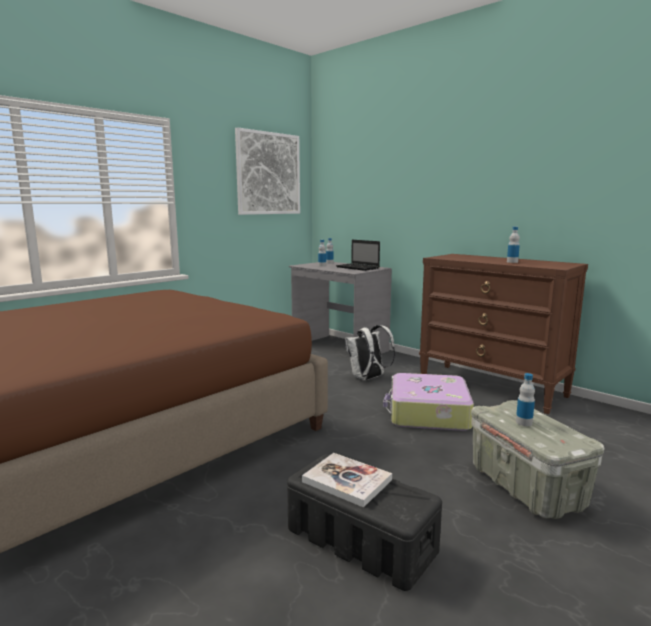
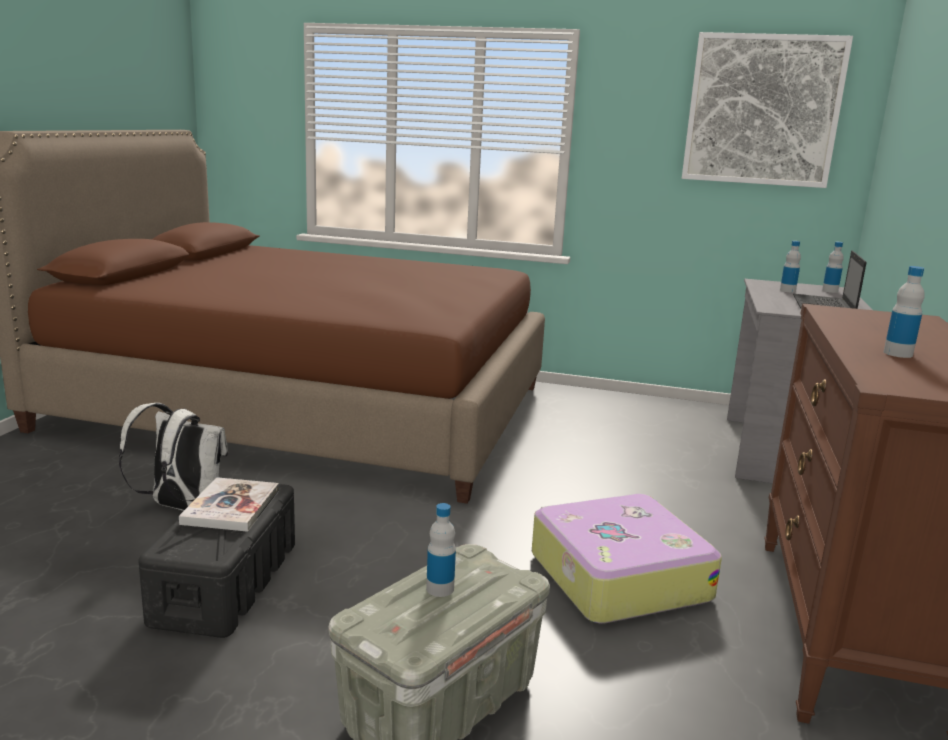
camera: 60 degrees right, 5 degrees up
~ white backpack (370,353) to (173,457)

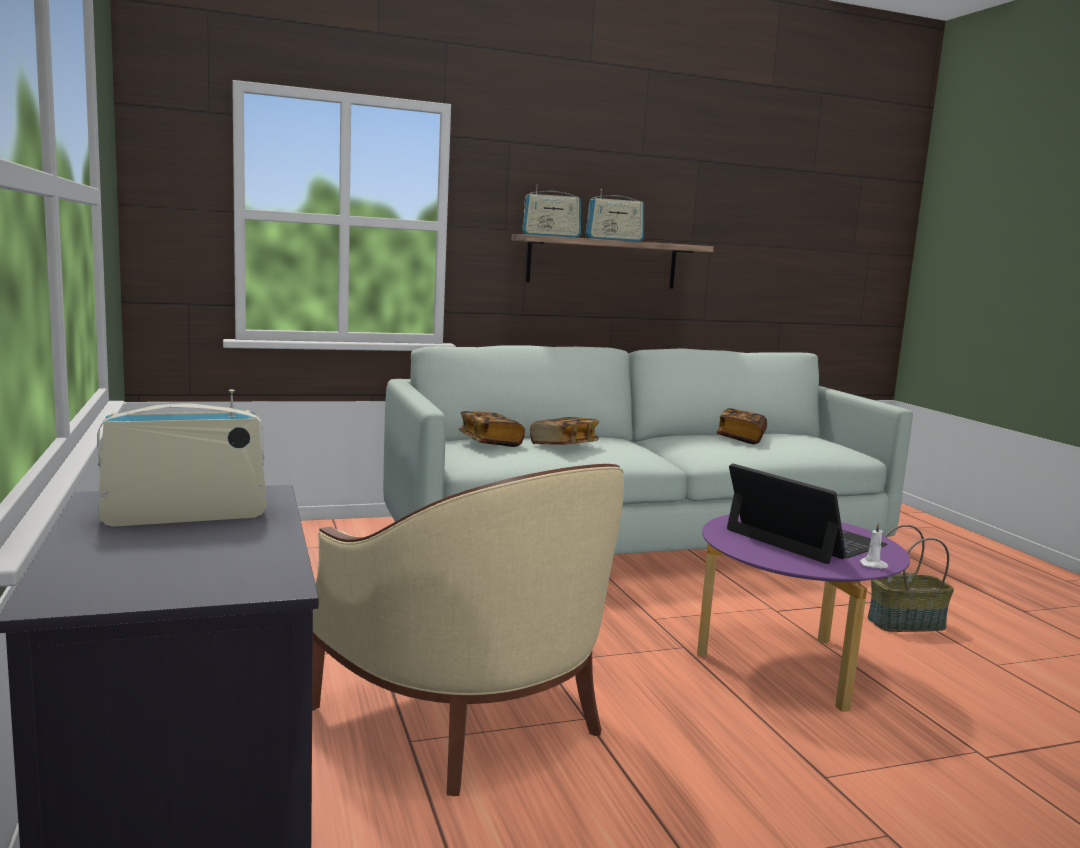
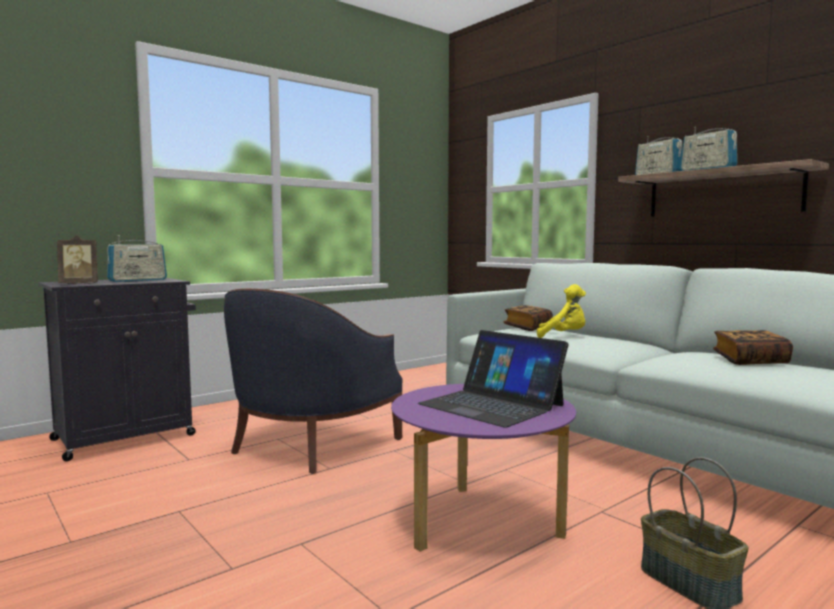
camera: 70 degrees right, 5 degrees down
- white candle (873,545)
+ picture frame (77,259)
~ book (564,431) to yellow plush toy (561,311)
~ beige armchair (468,630) to blue armchair (313,381)
~ radio (182,458) = (137,258) 90 degrees clockwise
~ laptop (807,513) = (493,379) 105 degrees clockwise

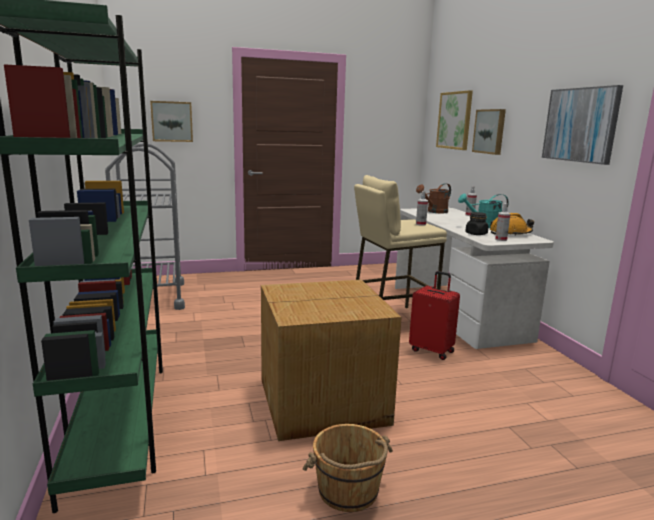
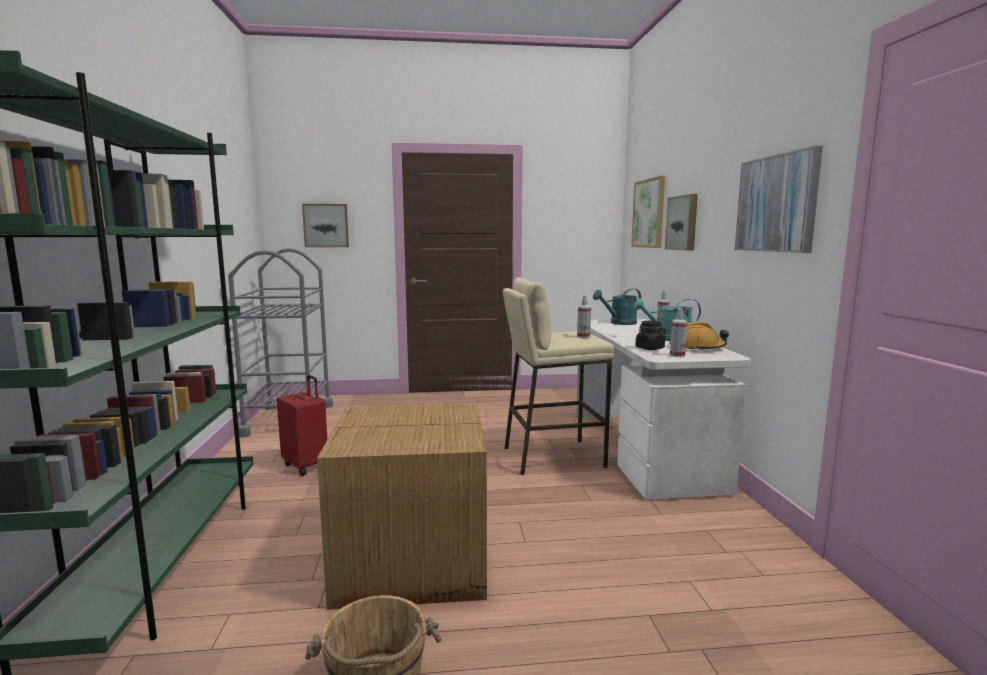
camera: 10 degrees right, 5 degrees down
~ red suitcase (434,315) to (302,425)
~ brown watering can (433,198) to turquoise watering can (617,307)

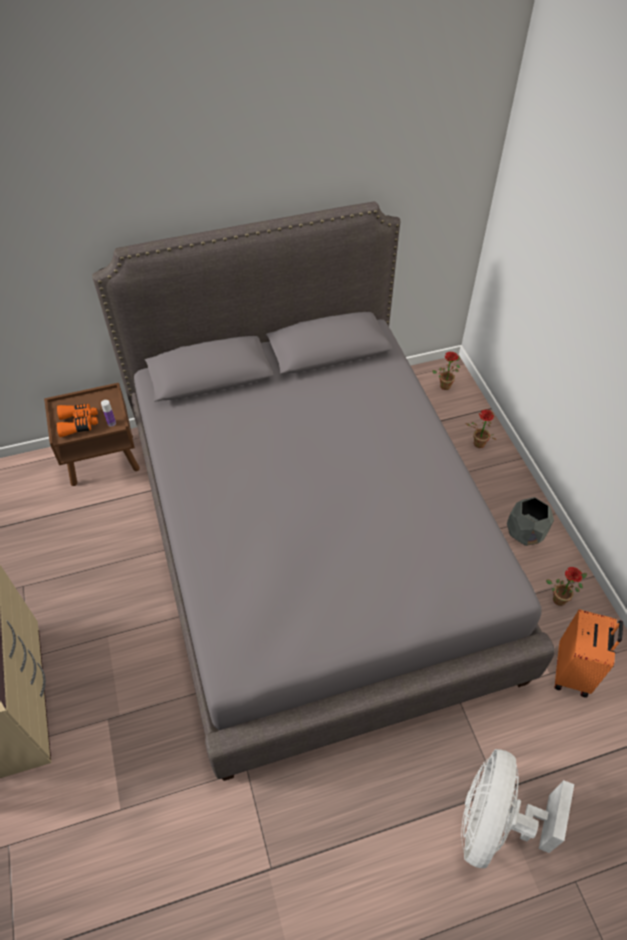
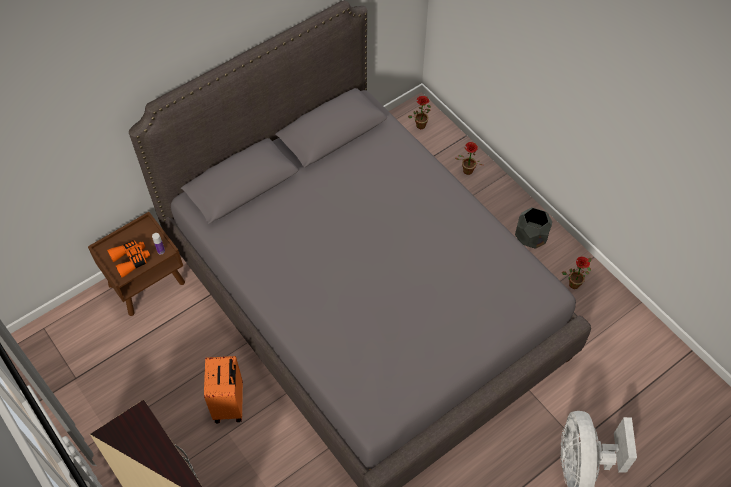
camera: 20 degrees left, 5 degrees up
~ orange suitcase (588,653) to (223,389)

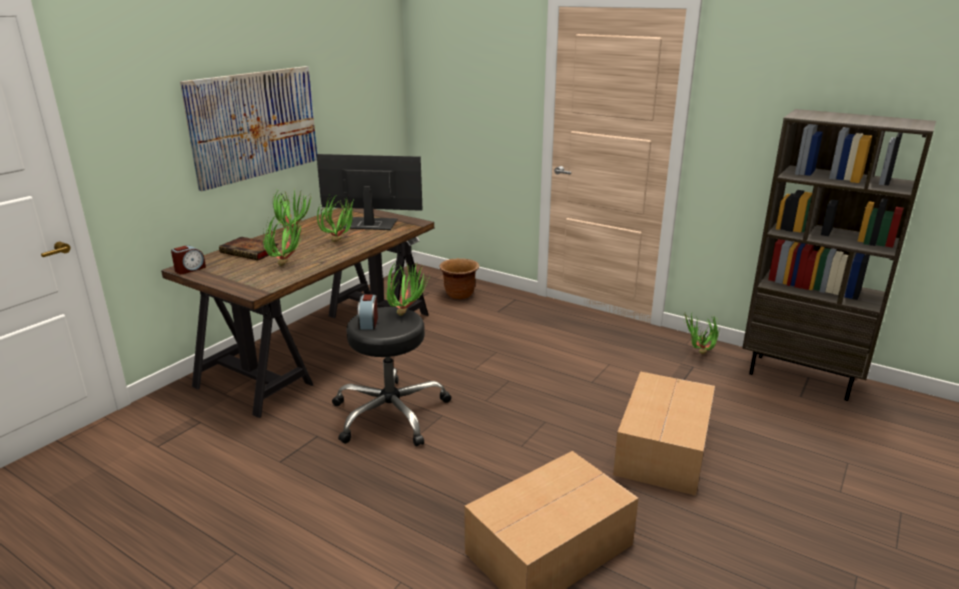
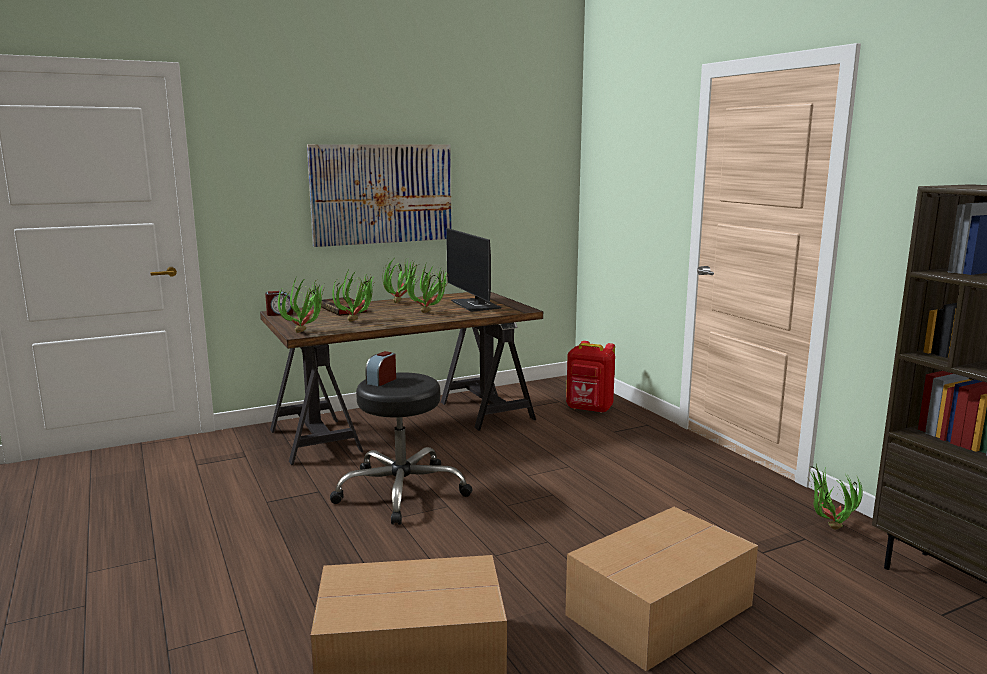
camera: 30 degrees right, 10 degrees down
~ potted plant (407,289) to (301,305)
~ brown planter (459,279) to red backpack (590,377)
~ monitor (370,192) = (474,270) 150 degrees counterclockwise

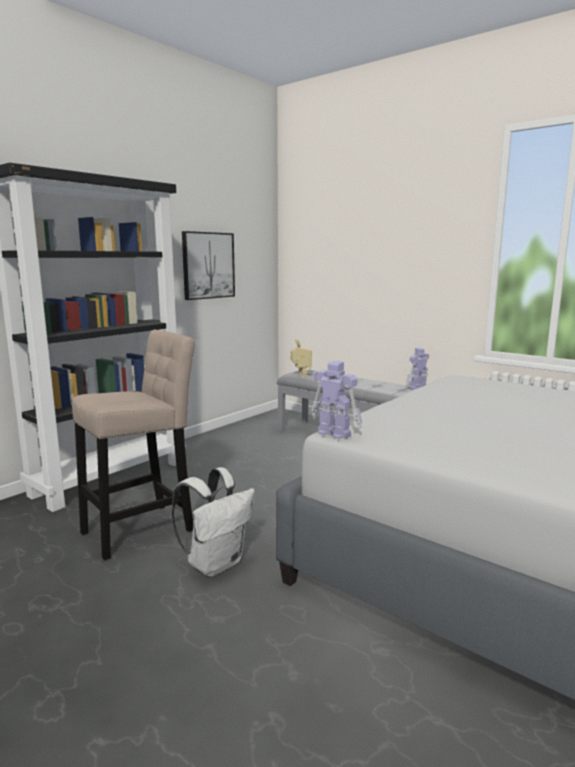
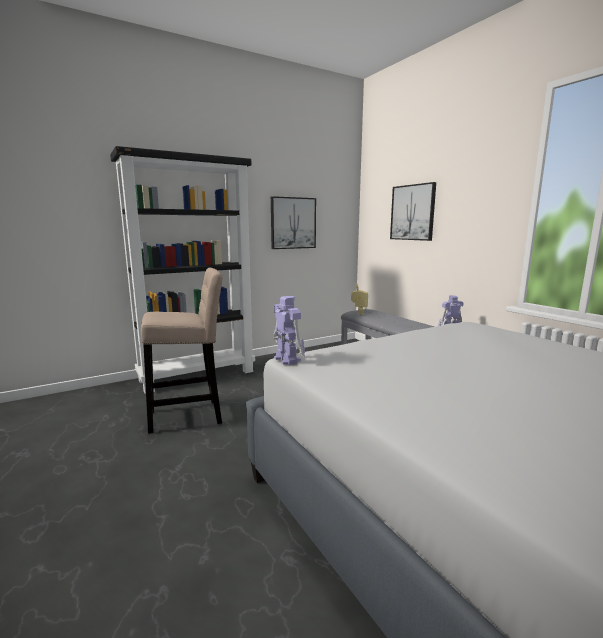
camera: 20 degrees right, 0 degrees up
- white backpack (213,521)
+ picture (413,211)

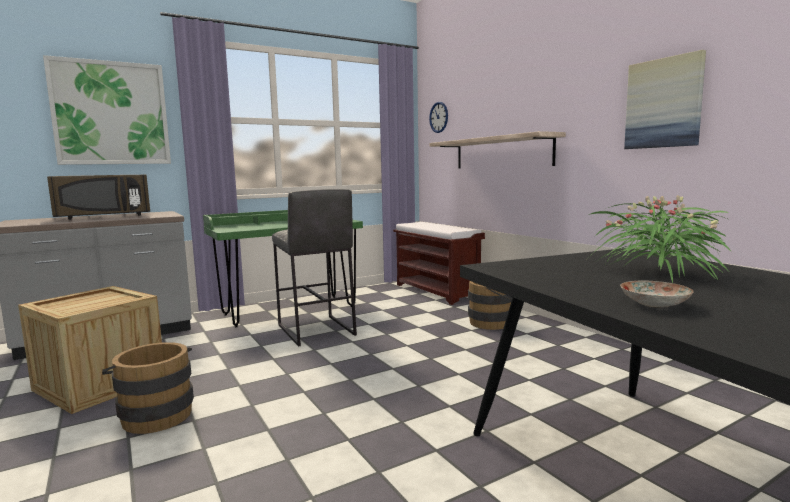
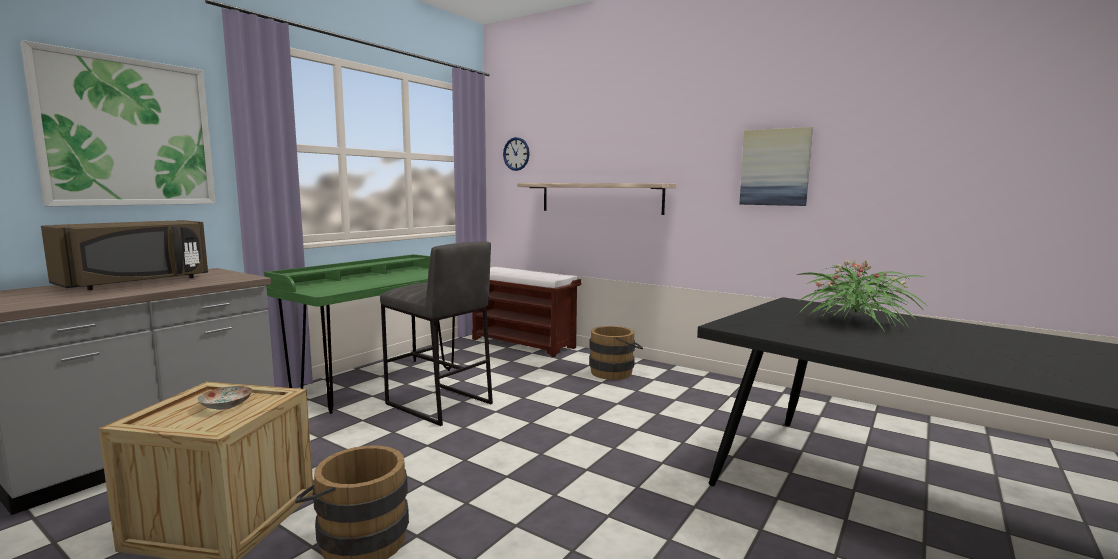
camera: 25 degrees left, 0 degrees up
~ plate (657,293) to (224,398)

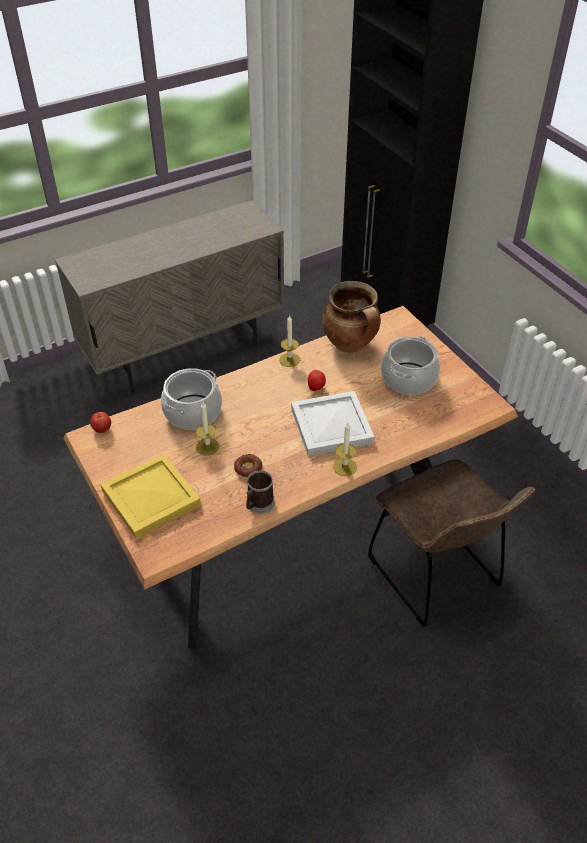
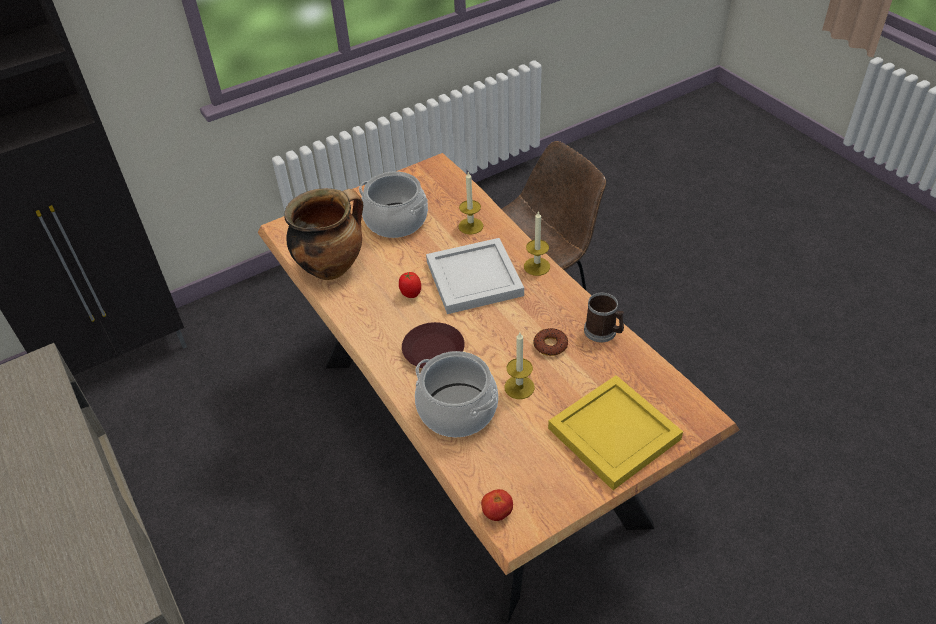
camera: 90 degrees left, 0 degrees up
+ brown plate (433,345)
~ candle (289,341) to (471,203)

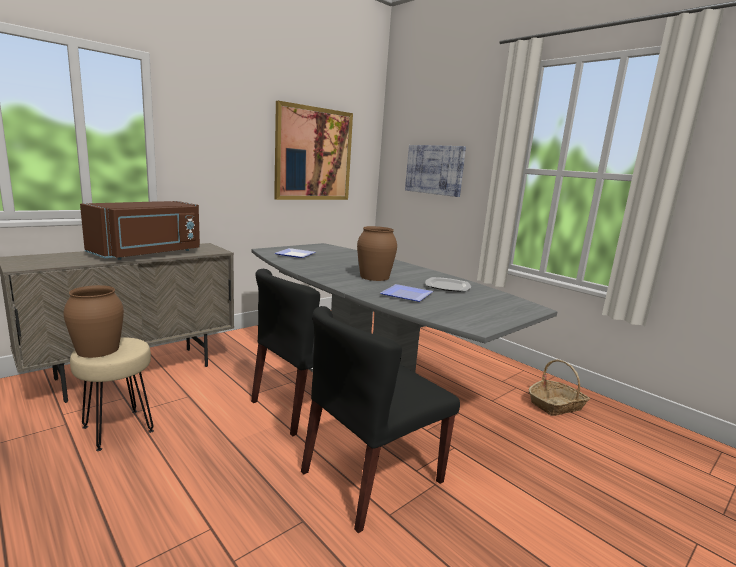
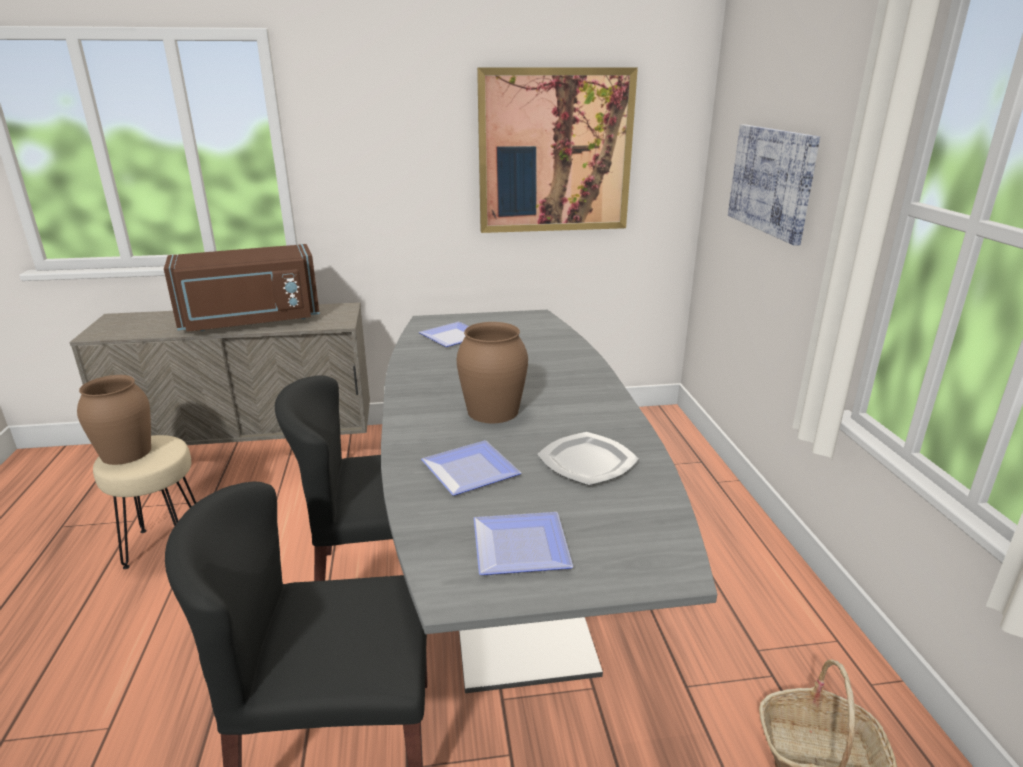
camera: 35 degrees right, 10 degrees up
+ plate (523,543)

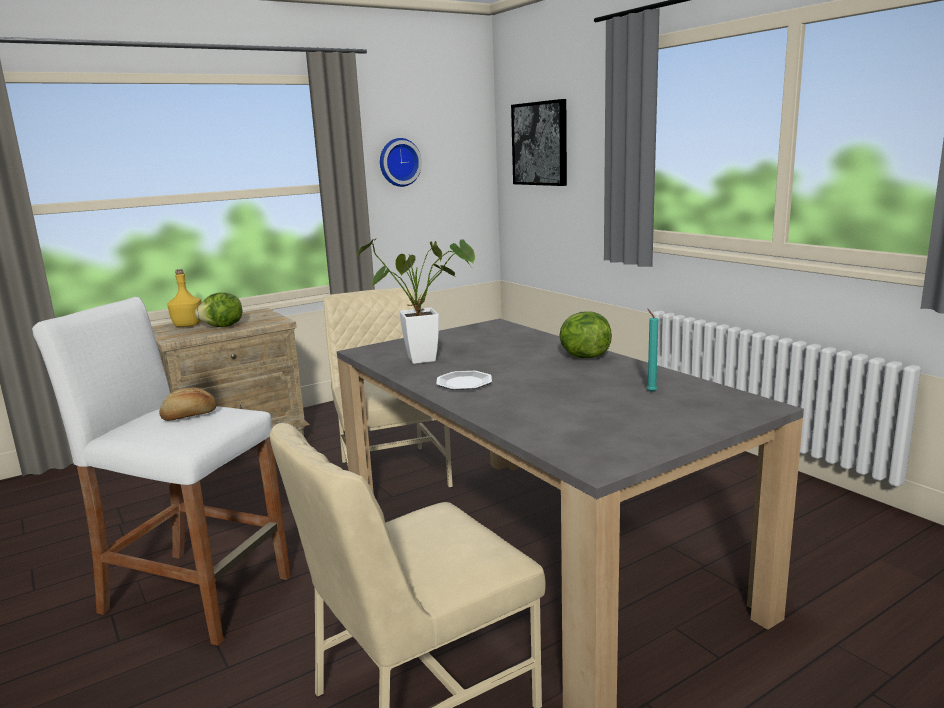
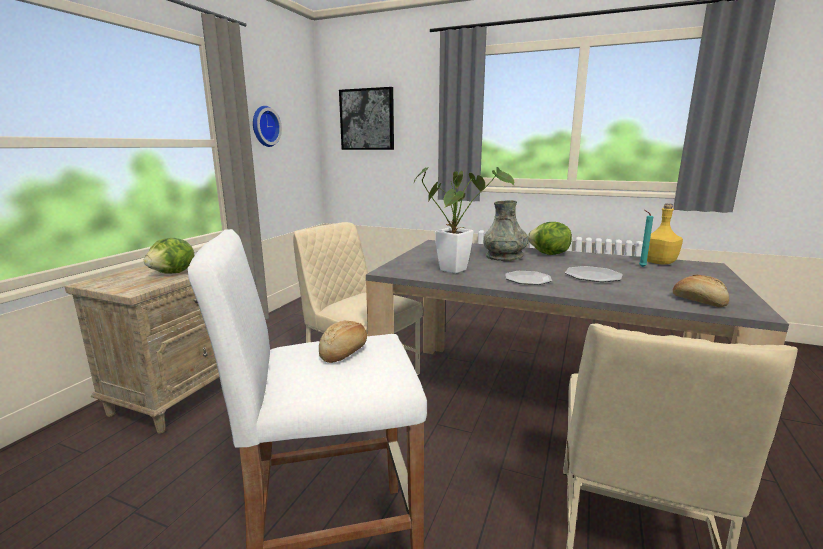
camera: 35 degrees left, 0 degrees up
+ grey vase (505,230)
+ plate (594,274)
+ bread (701,291)
~ yellow bottle (184,298) to (665,234)

